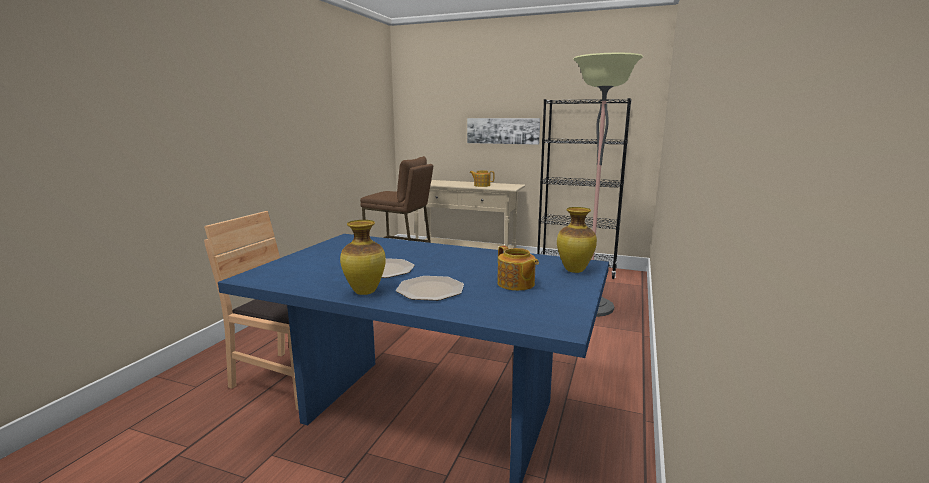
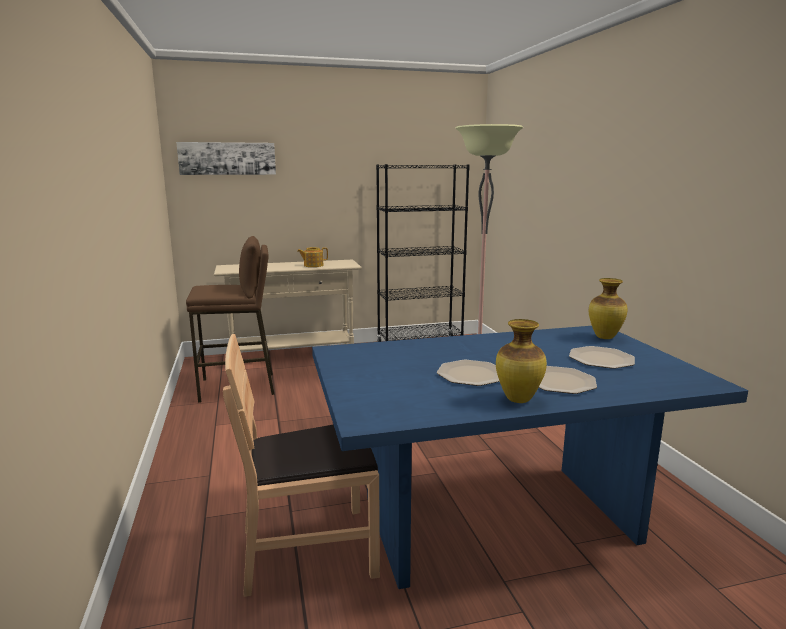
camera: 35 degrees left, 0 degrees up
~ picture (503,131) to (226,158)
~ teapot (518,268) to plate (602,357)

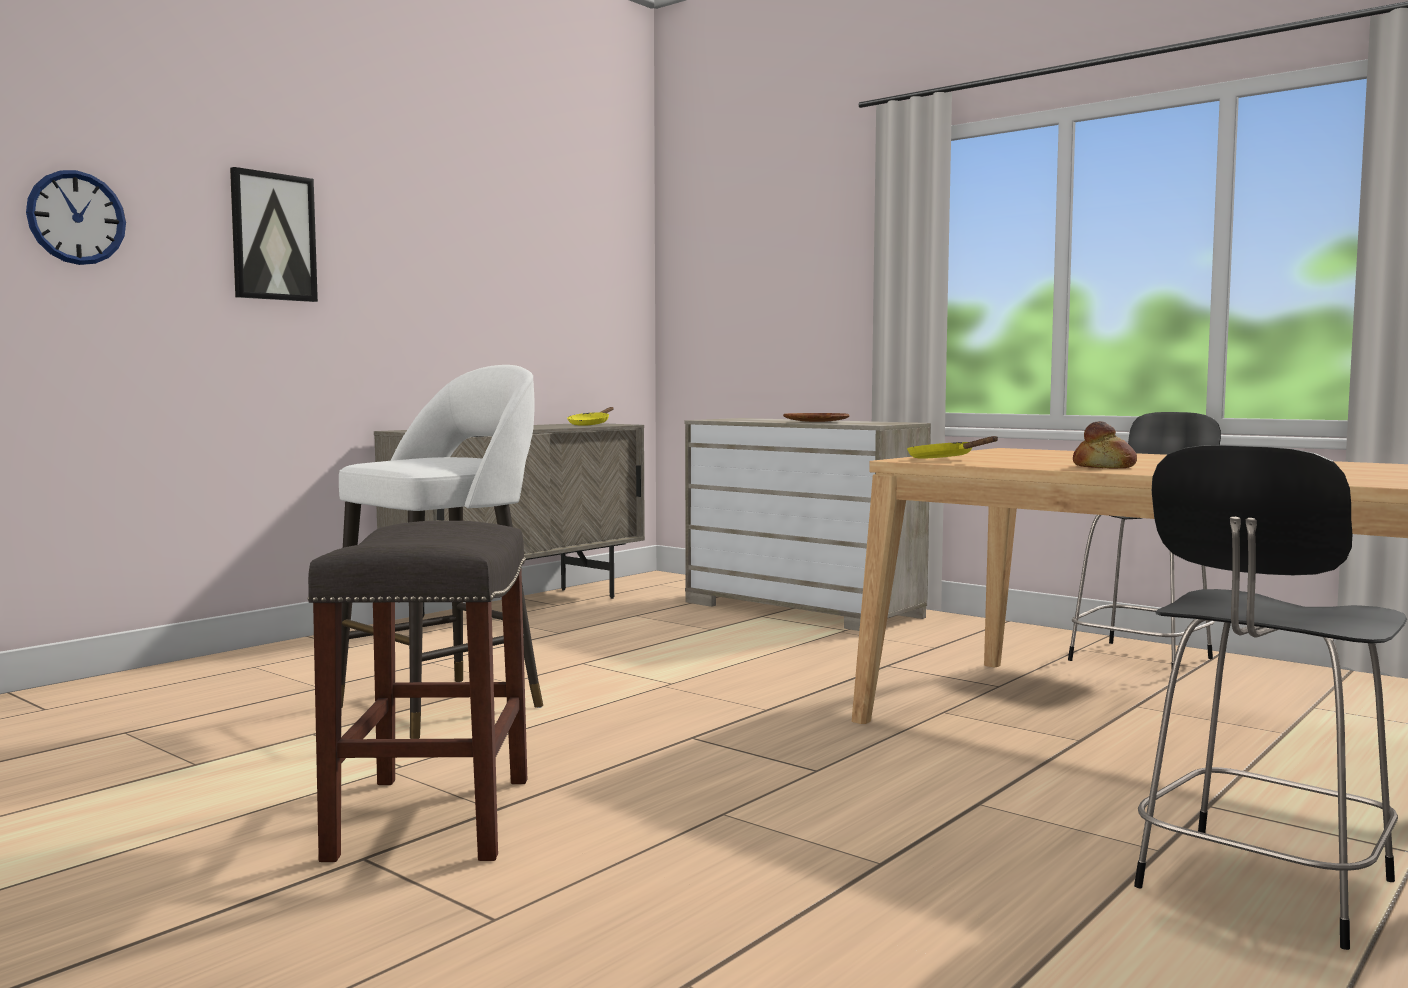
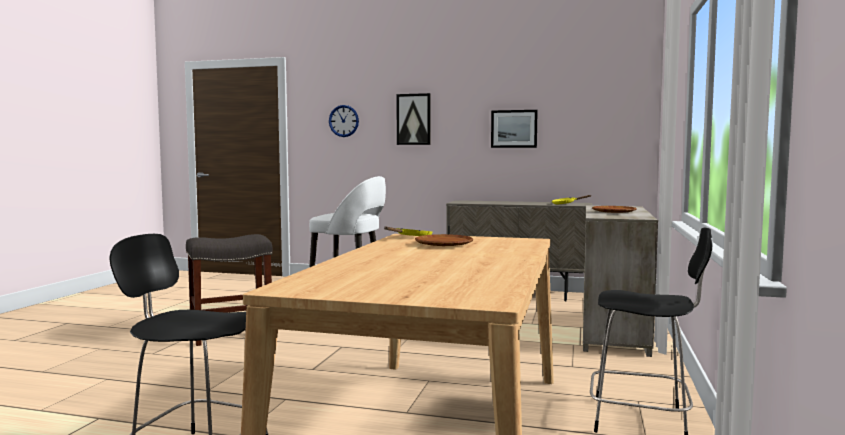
camera: 65 degrees right, 0 degrees up
- bread (1105,445)
+ brown plate (444,240)
+ picture (514,129)

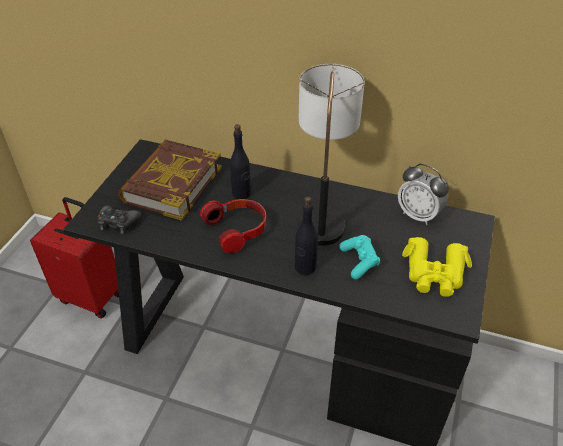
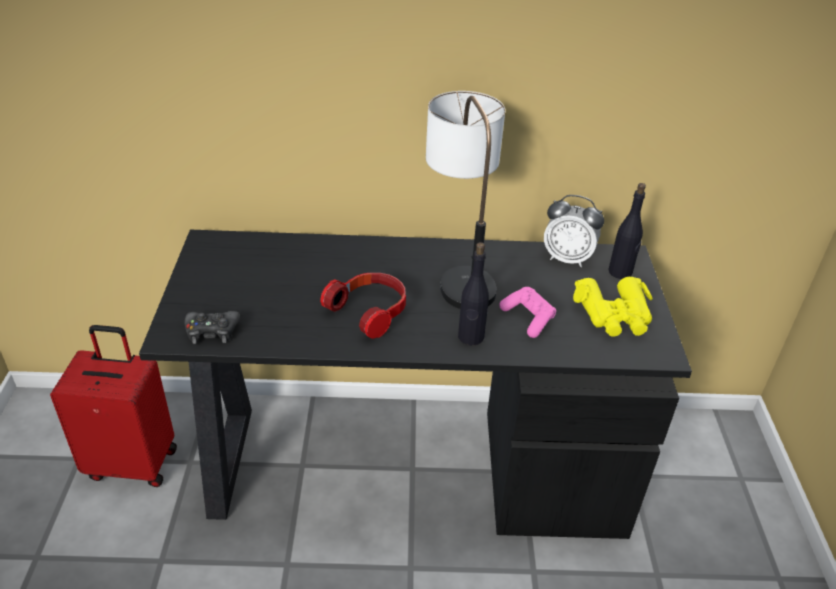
camera: 20 degrees left, 5 degrees down
- book (170,180)
~ black bottle (240,161) to (627,231)
~ turquoise game controller (359,257) to pink game controller (527,312)

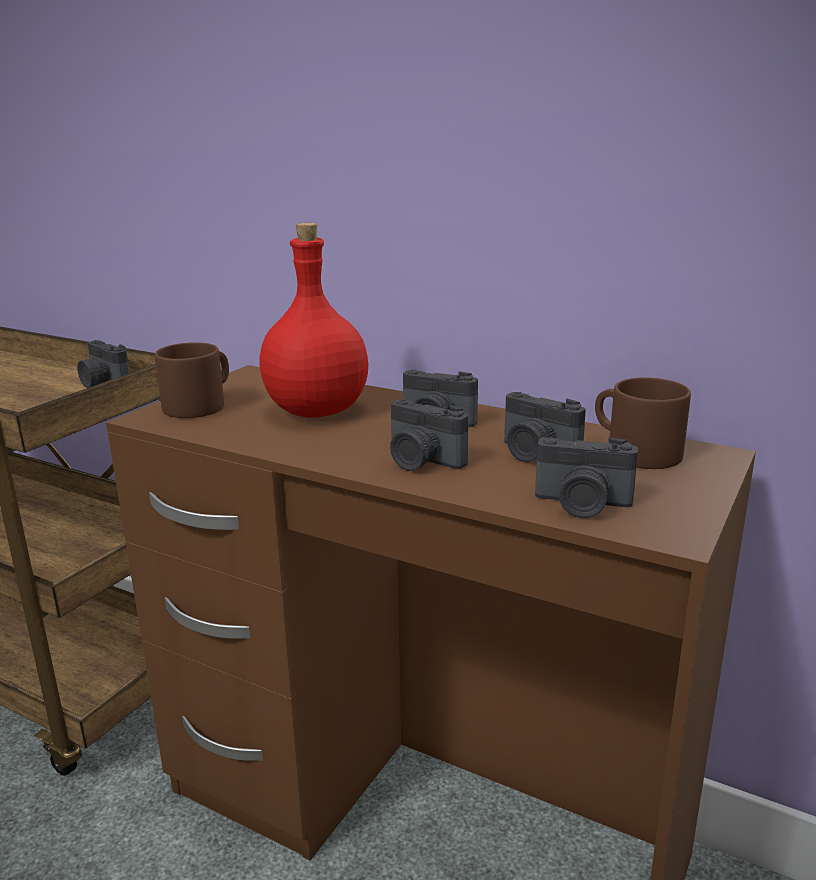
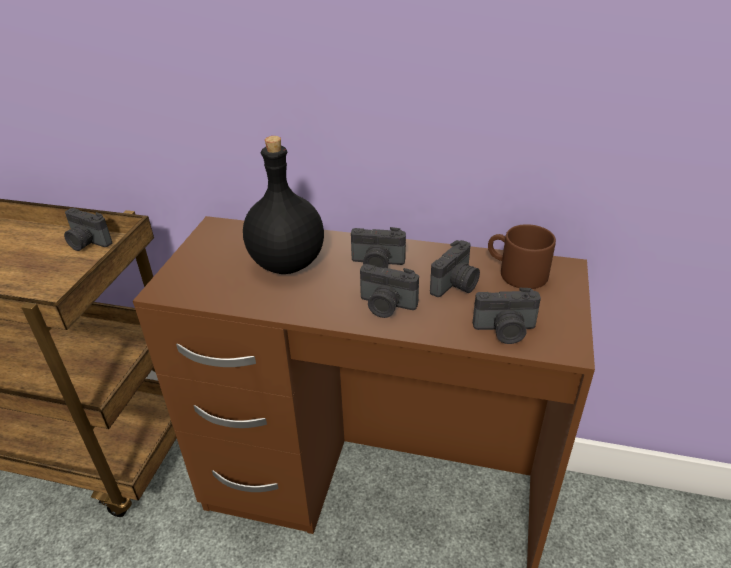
camera: 15 degrees left, 15 degrees up
- brown mug (192,380)
~ red bottle (313,320) to black bottle (283,205)
~ photo camera (545,427) = (455,268) 75 degrees counterclockwise

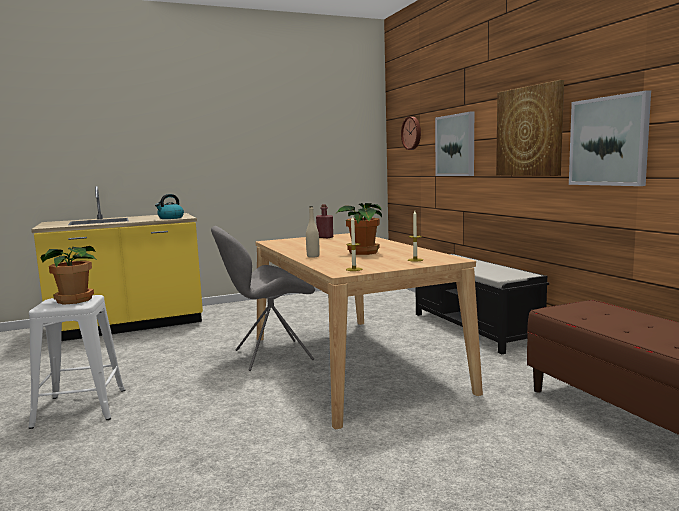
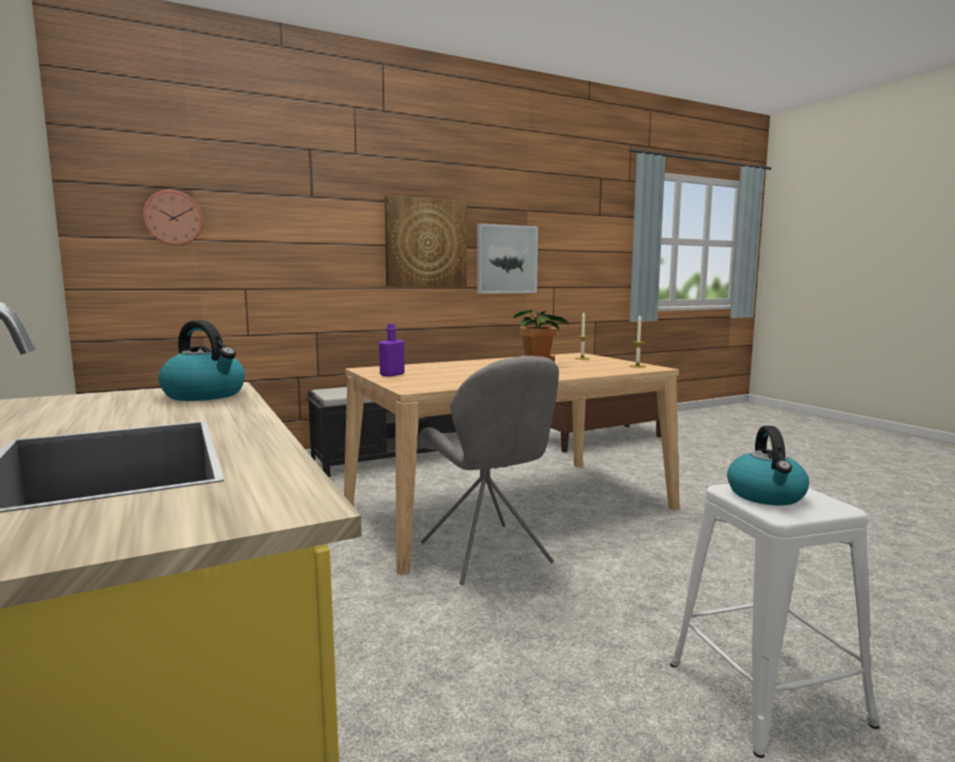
camera: 95 degrees left, 0 degrees up
- beige bottle (313,232)
- picture (454,144)
~ potted plant (68,275) to kettle (768,465)
~ red bottle (324,221) to purple bottle (392,350)

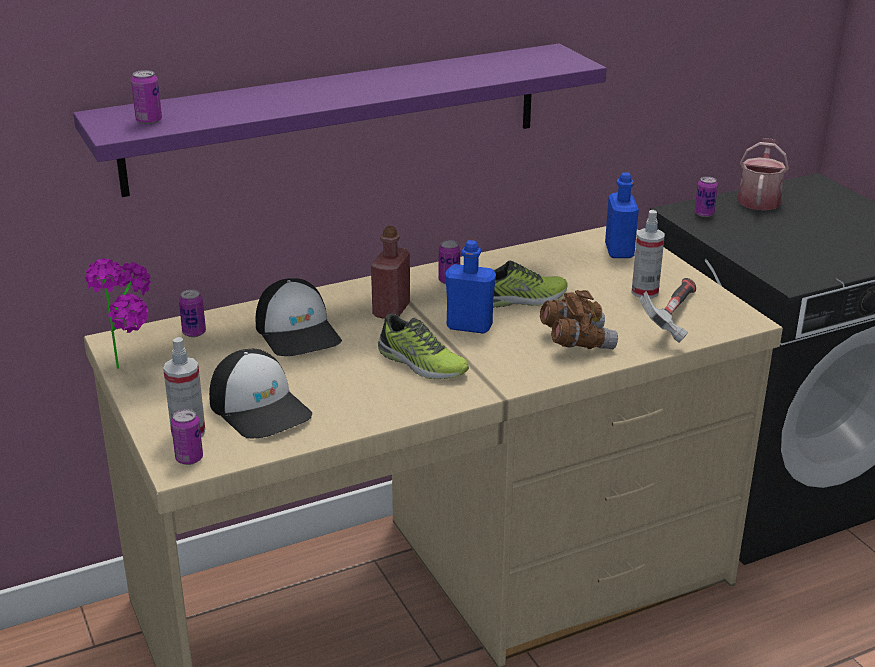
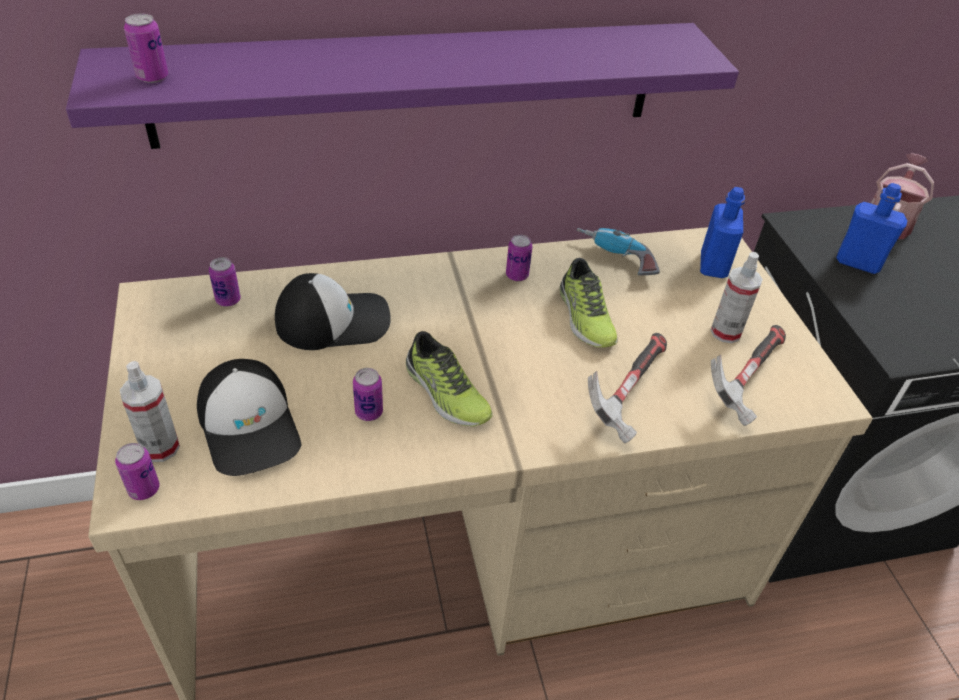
camera: 10 degrees right, 15 degrees up
- potted plant (118,313)
- red bottle (390,272)
+ power drill (618,251)
~ blue bottle (470,287) to (871,228)
~ can (706,196) to (368,394)
~ brown binoculars (579,319) to hammer (627,388)
~ cap (299,317) = (333,311) 90 degrees counterclockwise
~ shoe (530,284) = (589,303) 75 degrees clockwise

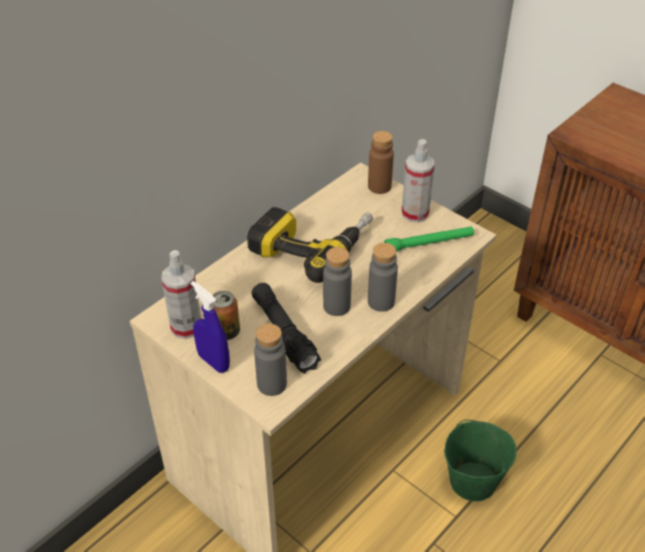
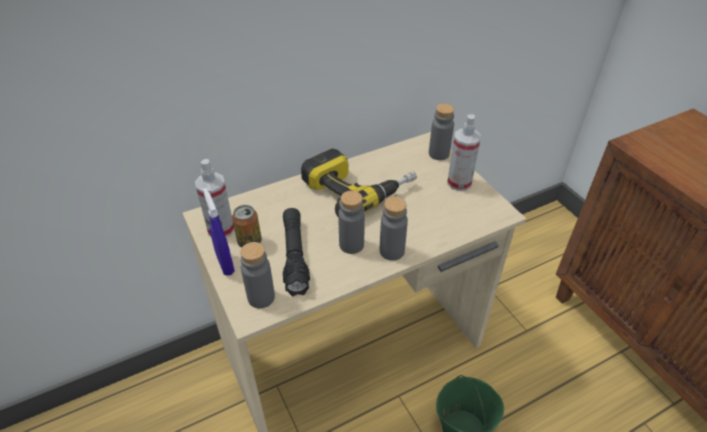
camera: 20 degrees right, 0 degrees up
- green flashlight (429,239)
~ brown bottle (381,162) to grey bottle (441,131)

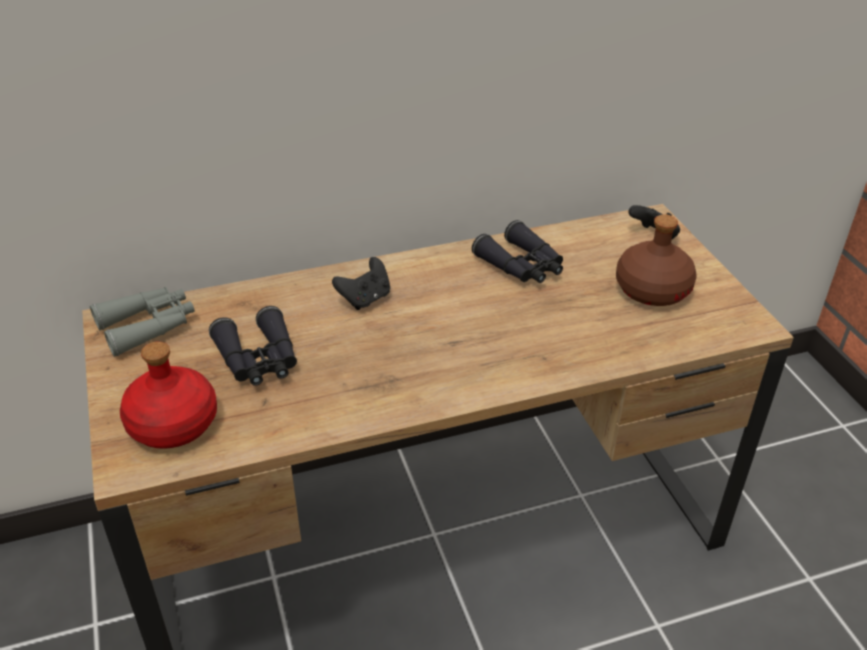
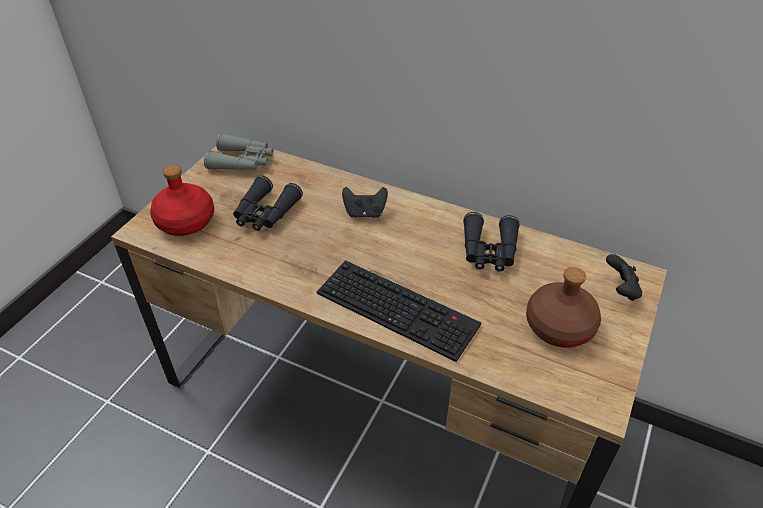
camera: 45 degrees right, 5 degrees up
+ keyboard (399,311)

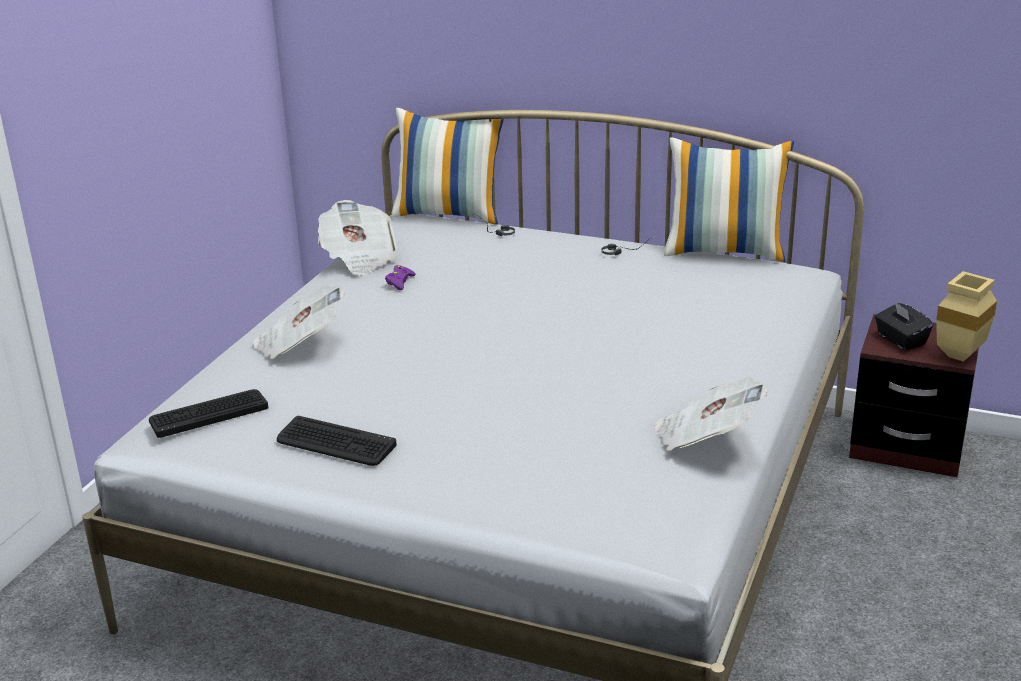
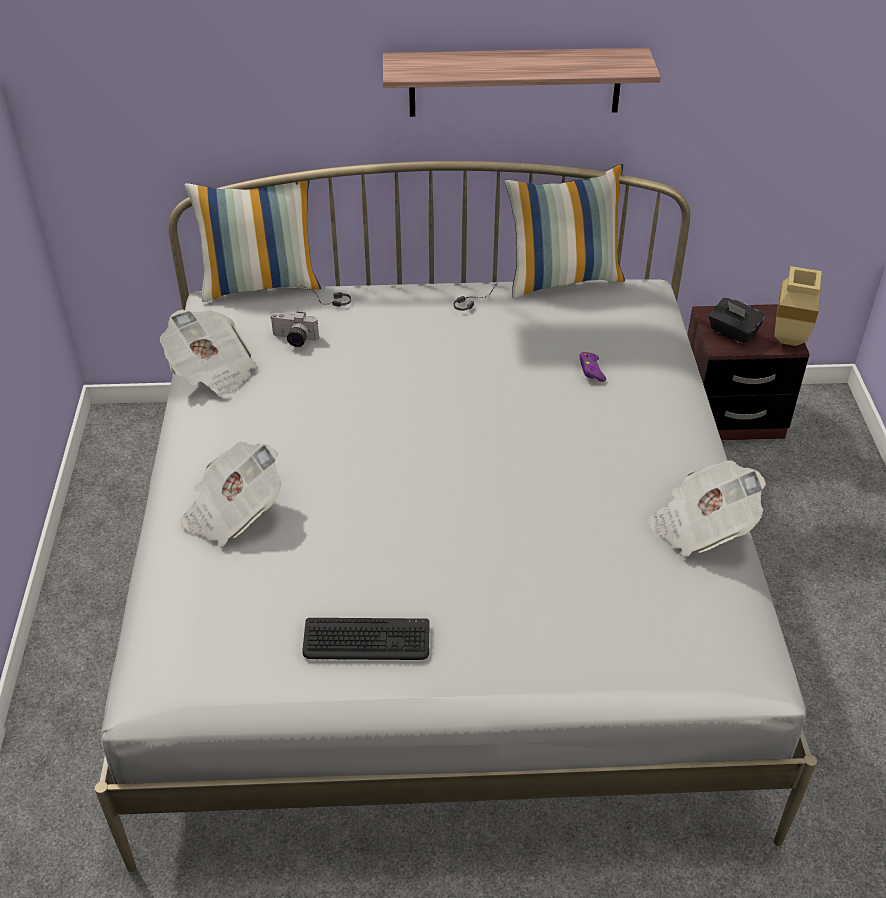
camera: 25 degrees left, 15 degrees up
- keyboard (208,413)
+ photo camera (295,329)
+ shelf (522,82)
~ purple game controller (400,277) to (592,367)

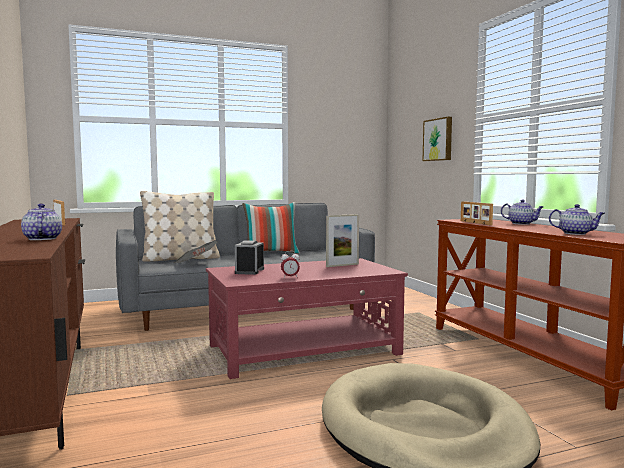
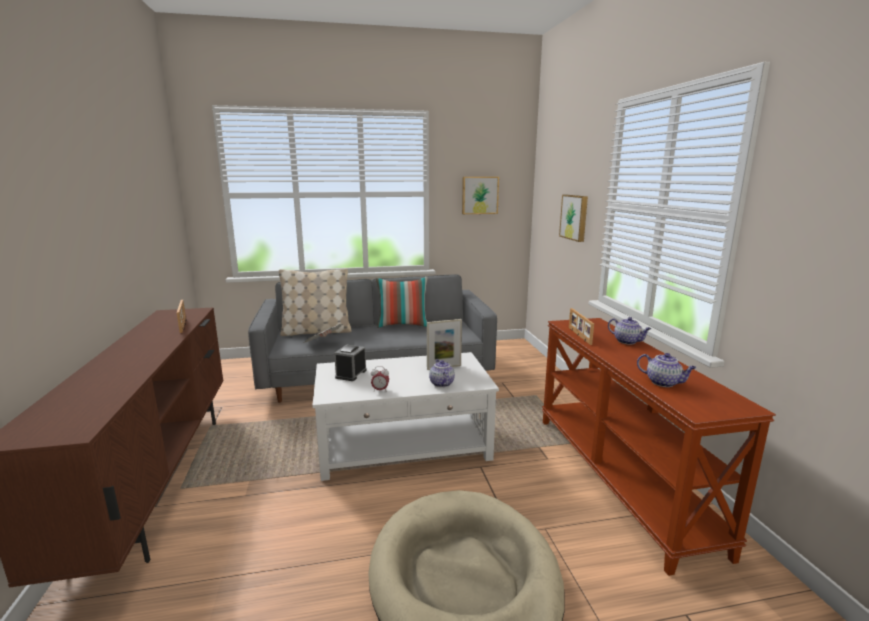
camera: 10 degrees right, 10 degrees up
+ picture (480,195)
~ teapot (41,221) to (442,373)
~ red coffee table (307,318) to white coffee table (405,416)

